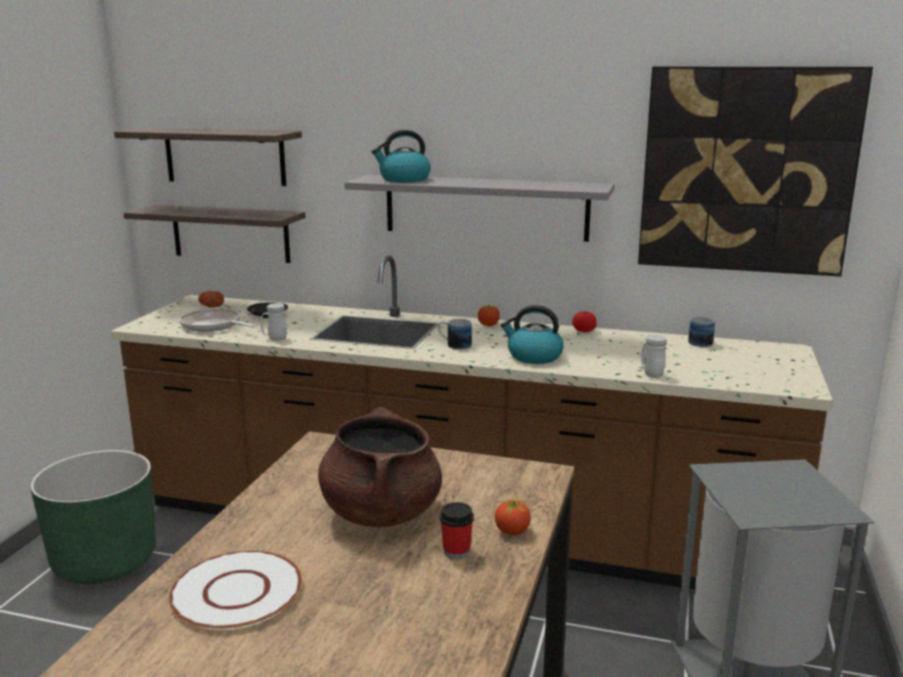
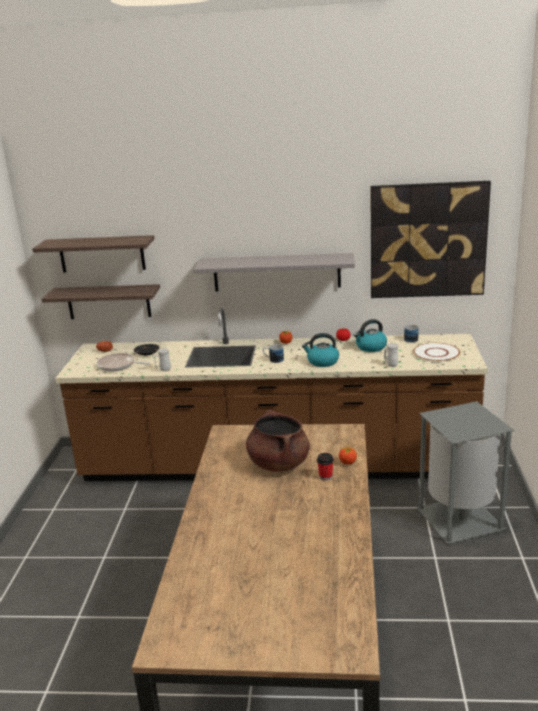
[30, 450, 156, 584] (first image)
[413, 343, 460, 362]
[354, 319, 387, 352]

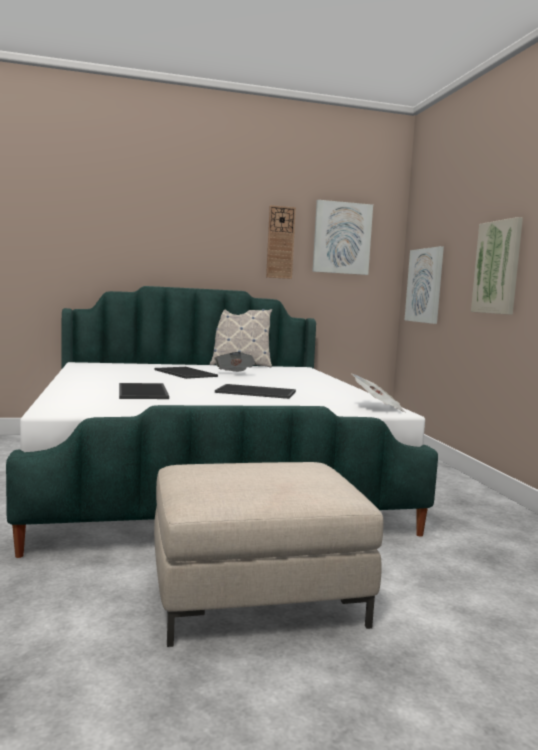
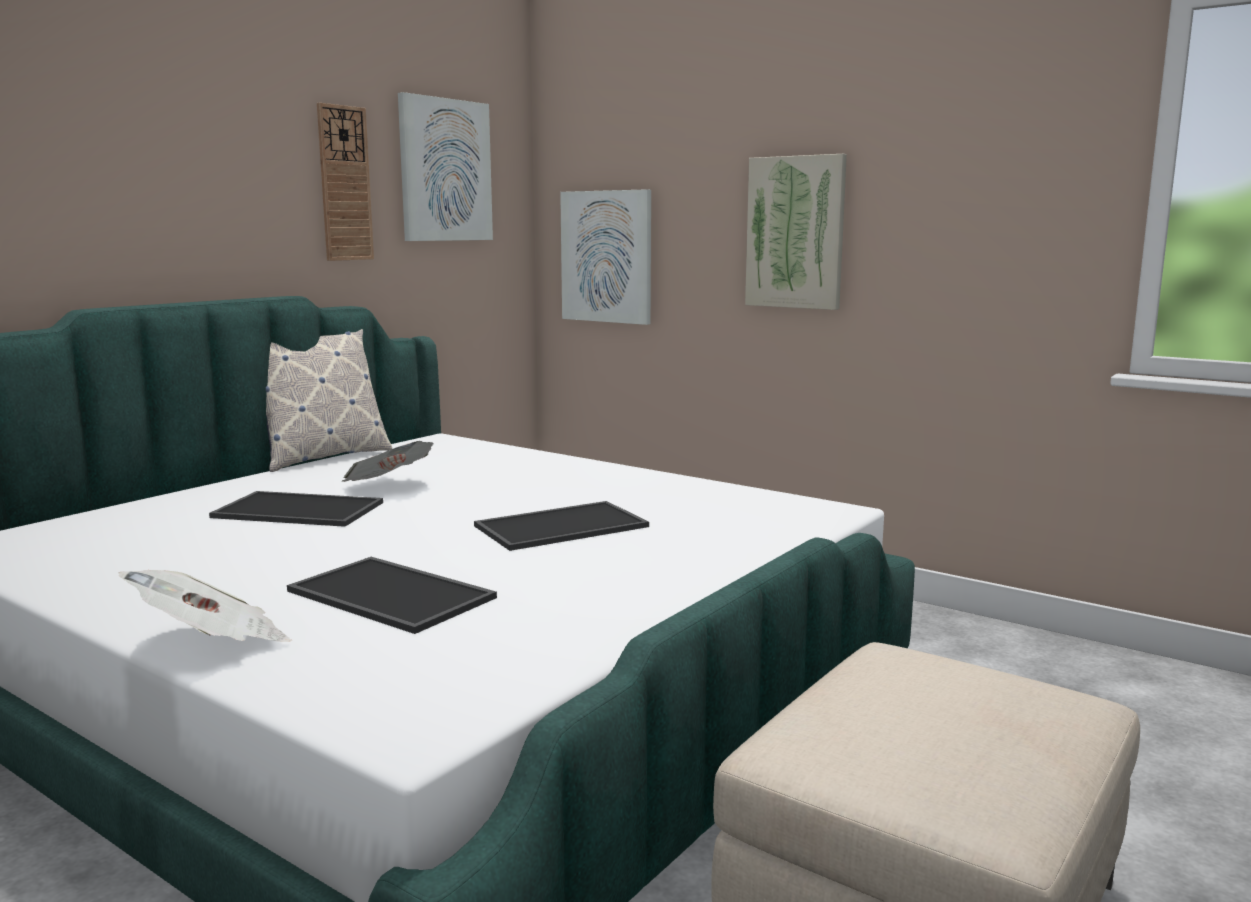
[118, 570, 292, 642]

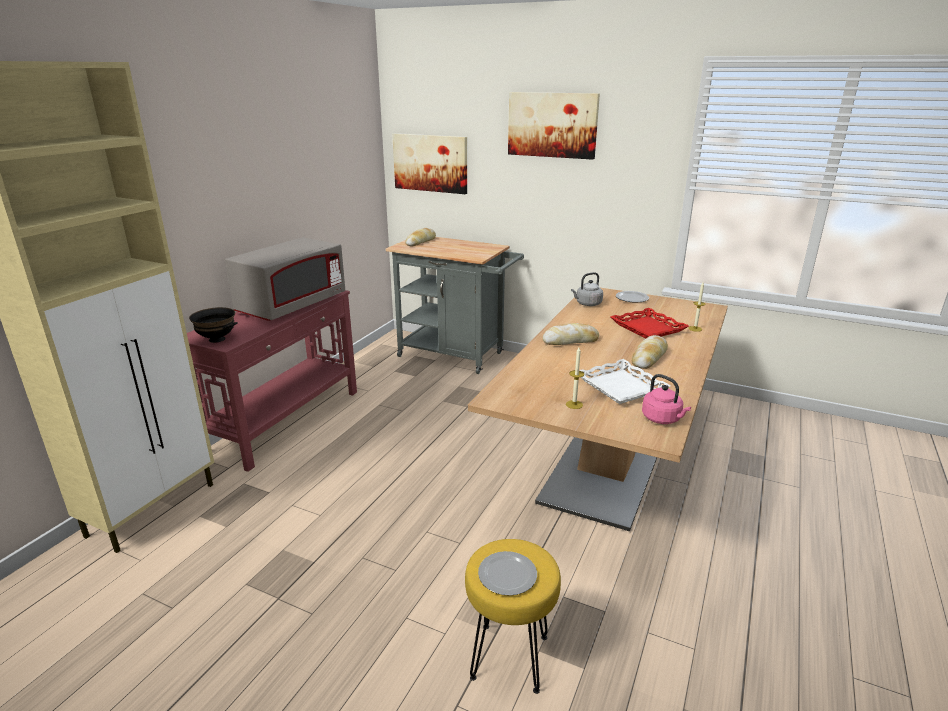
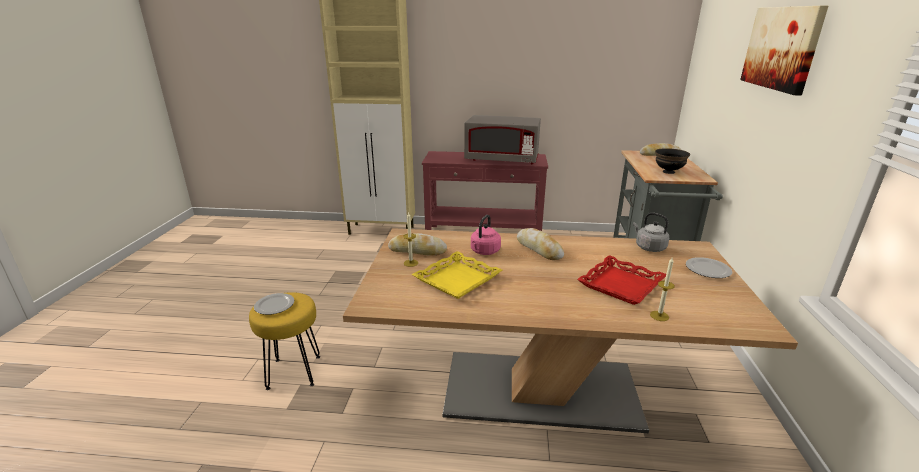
[392, 133, 467, 194] (first image)
[655, 148, 690, 174]
[388, 233, 447, 256]
[471, 215, 501, 255]
[411, 251, 502, 299]

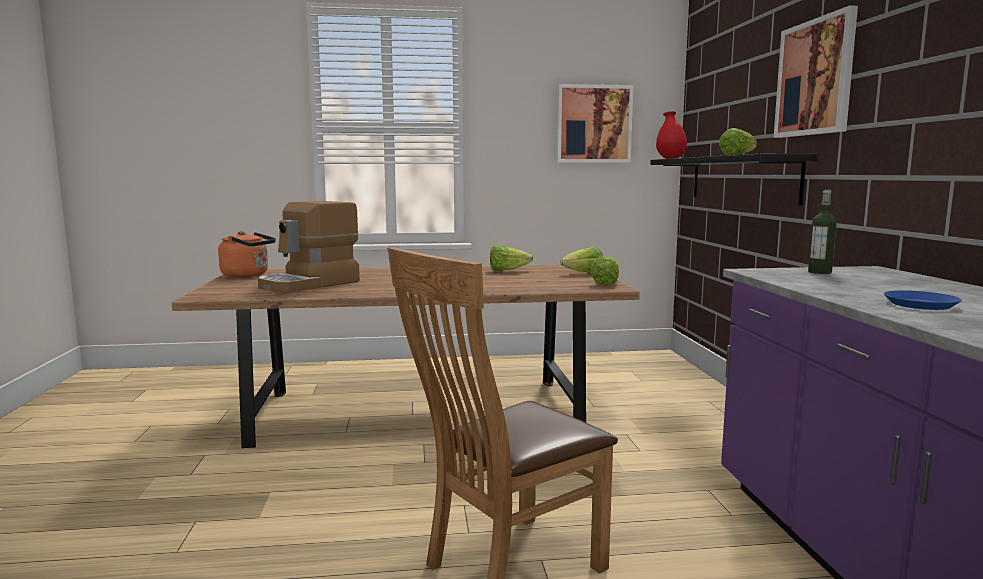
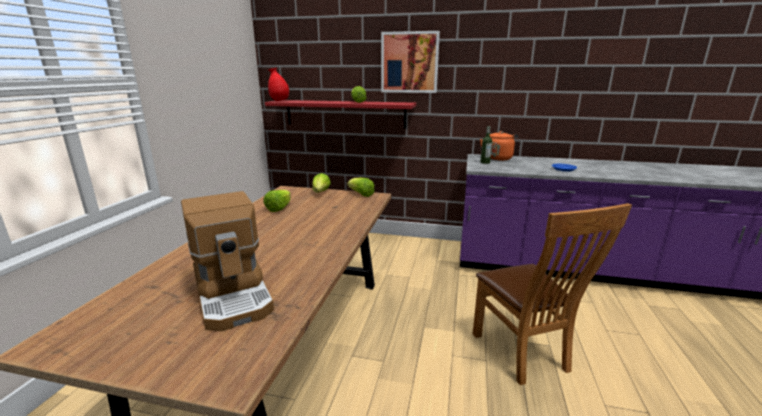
[557, 84, 634, 163] (first image)
[480, 131, 519, 161]
[265, 100, 416, 129]

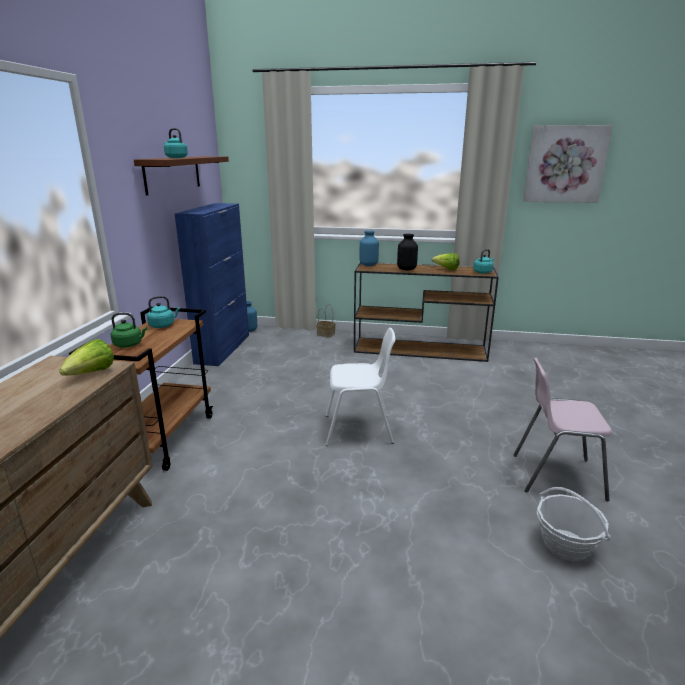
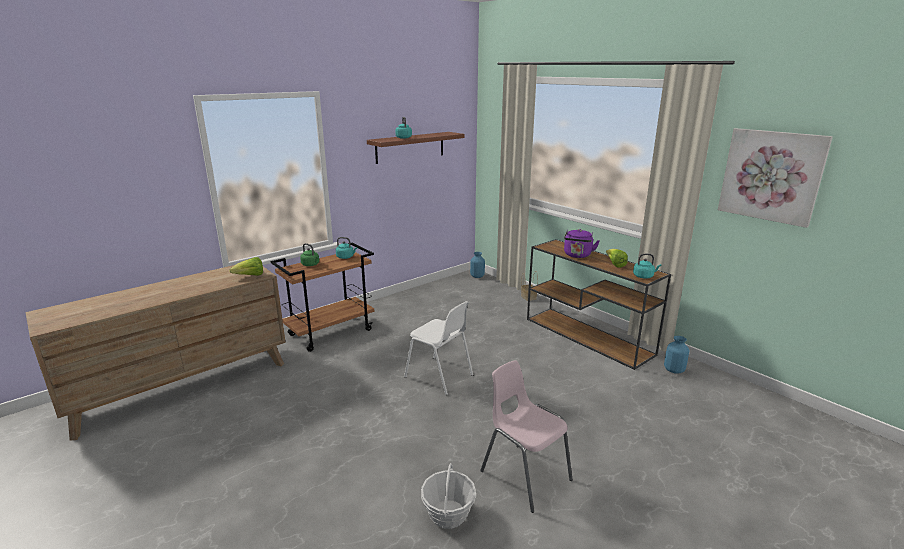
[175, 203, 249, 366] (first image)
[664, 336, 689, 374]
[564, 229, 600, 258]

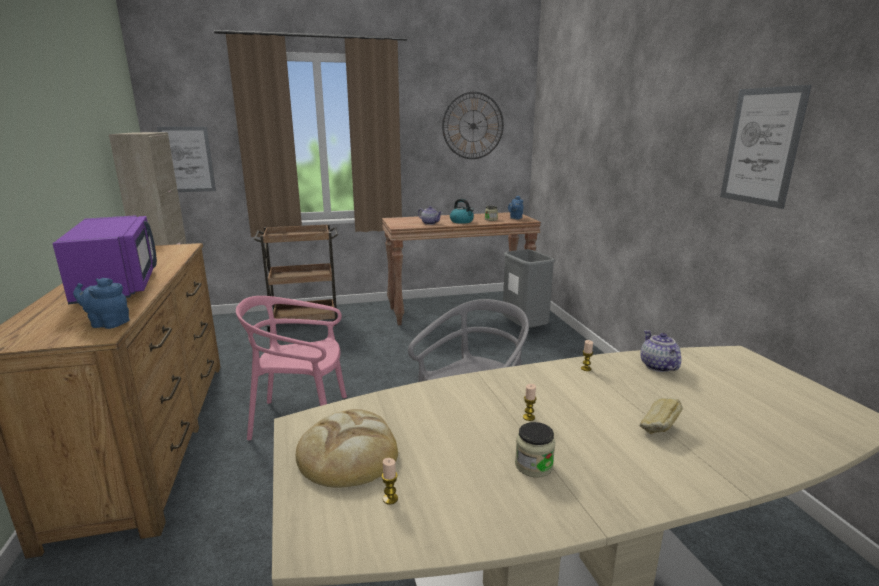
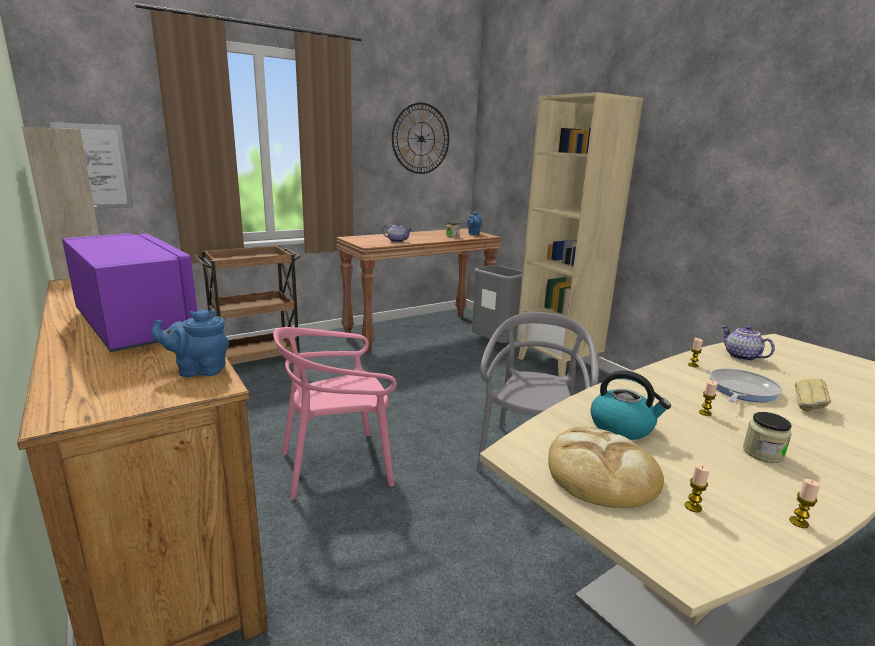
[720, 85, 812, 209] (first image)
[516, 92, 643, 377]
[710, 368, 782, 403]
[789, 479, 820, 528]
[590, 370, 671, 440]

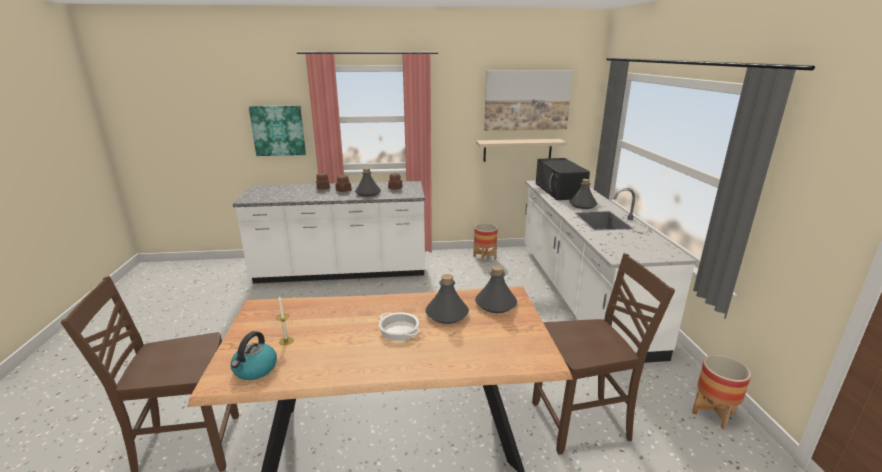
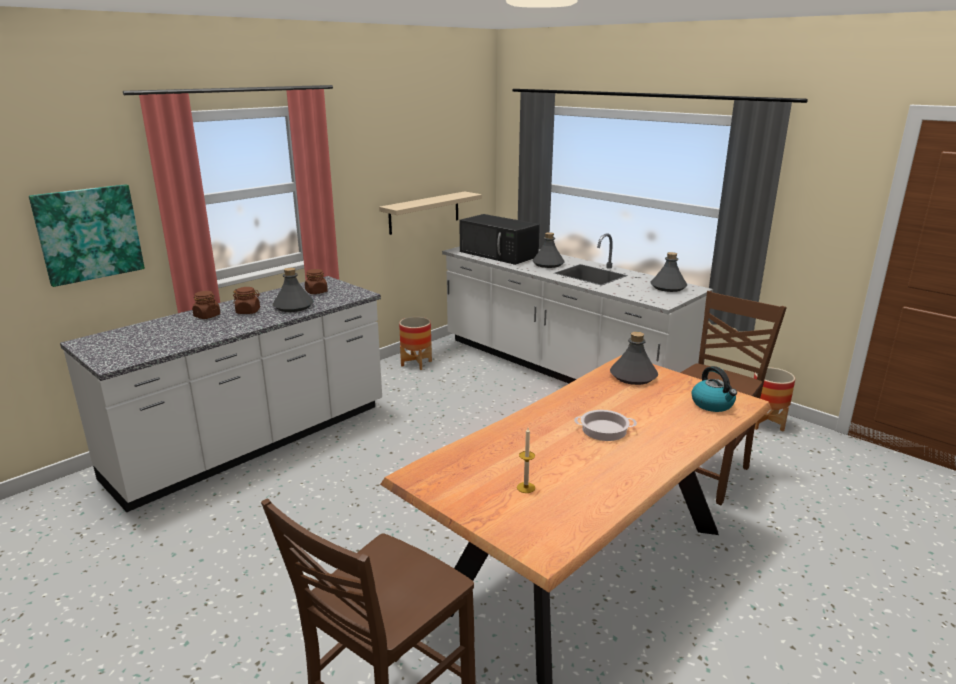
[484, 70, 573, 131] (first image)
[692, 366, 737, 412]
[651, 252, 687, 292]

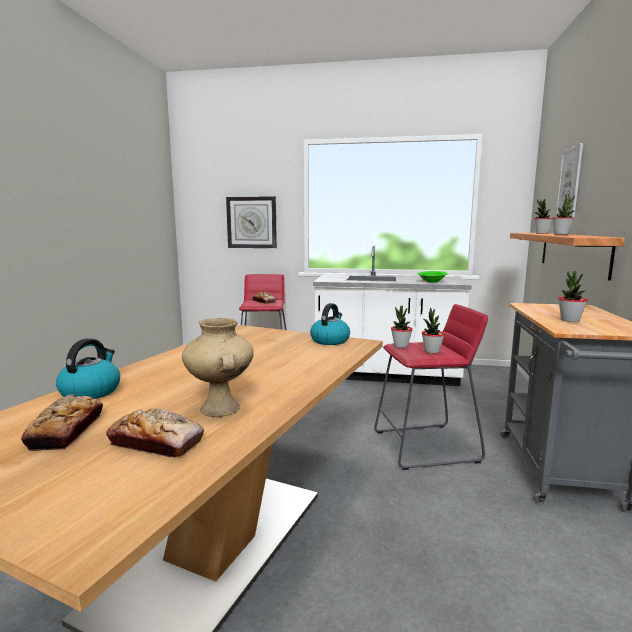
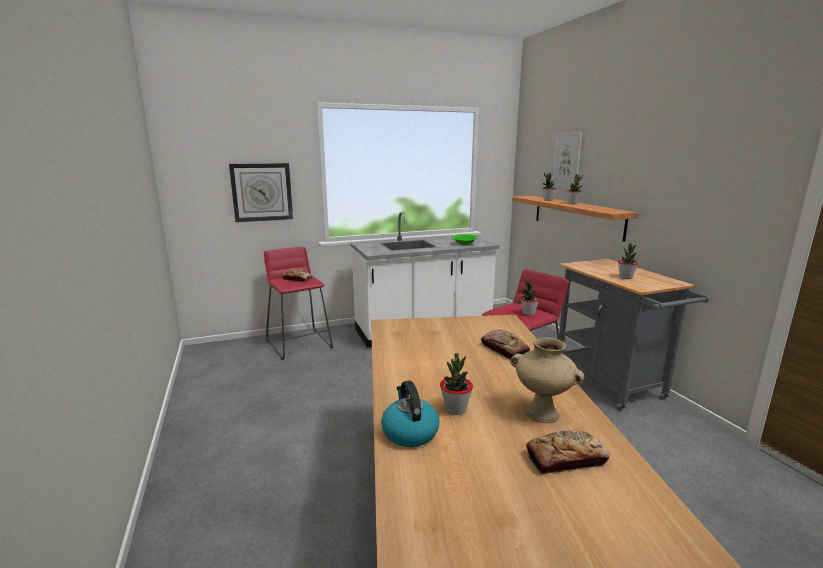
[310, 303, 350, 345] (first image)
[481, 330, 530, 360]
[440, 353, 473, 415]

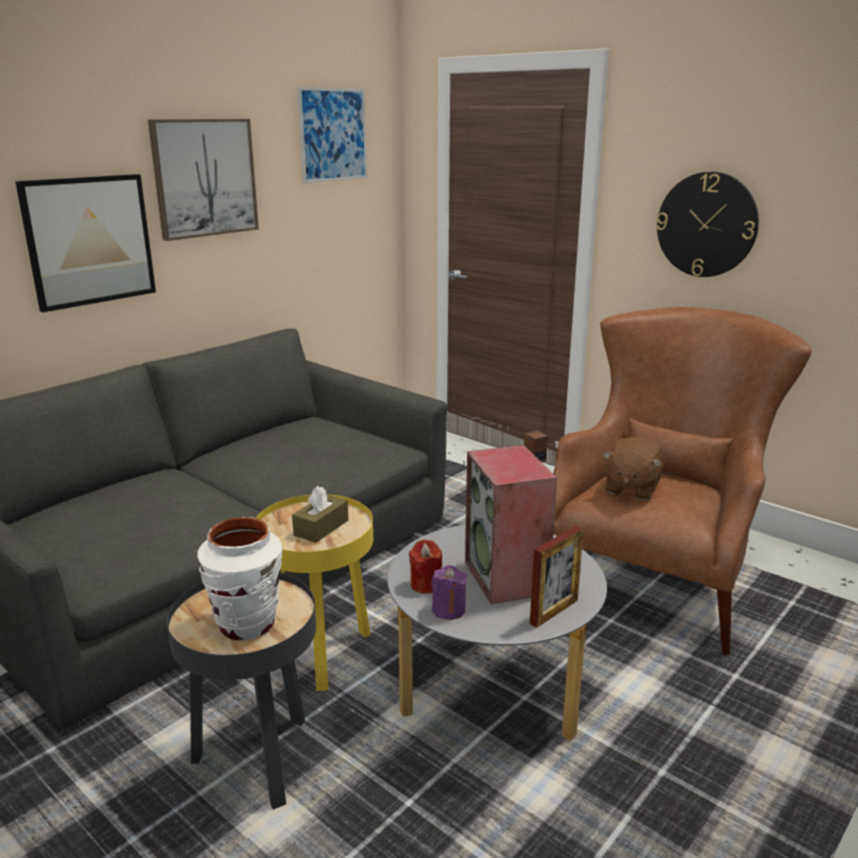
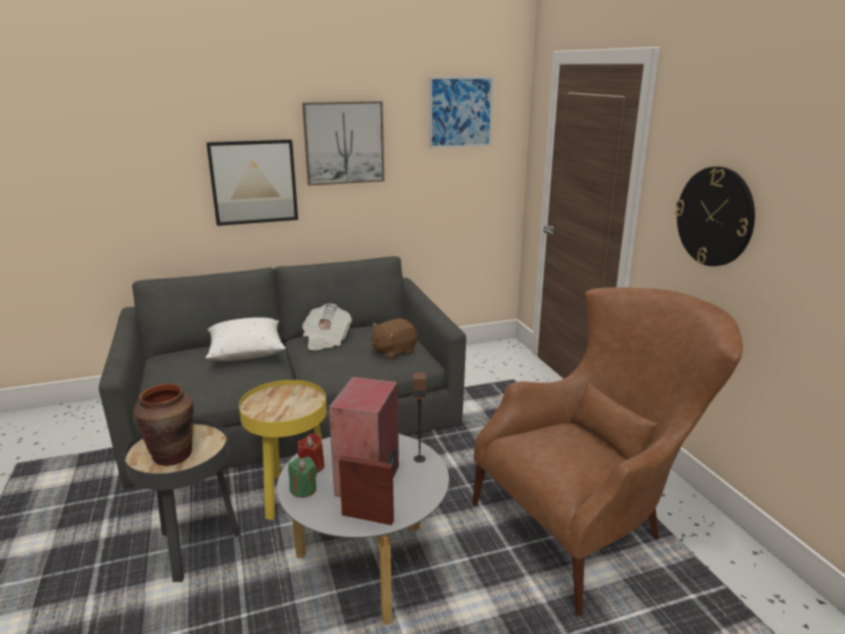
[292, 486, 348, 543] (first image)
[206, 317, 286, 361]
[302, 304, 352, 350]
[371, 318, 418, 359]
[133, 384, 193, 466]
[288, 457, 317, 498]
[338, 455, 394, 525]

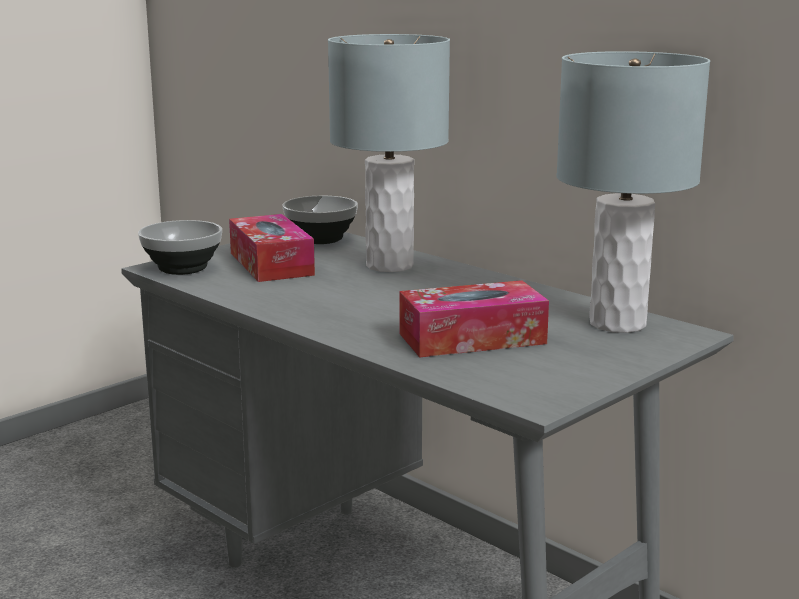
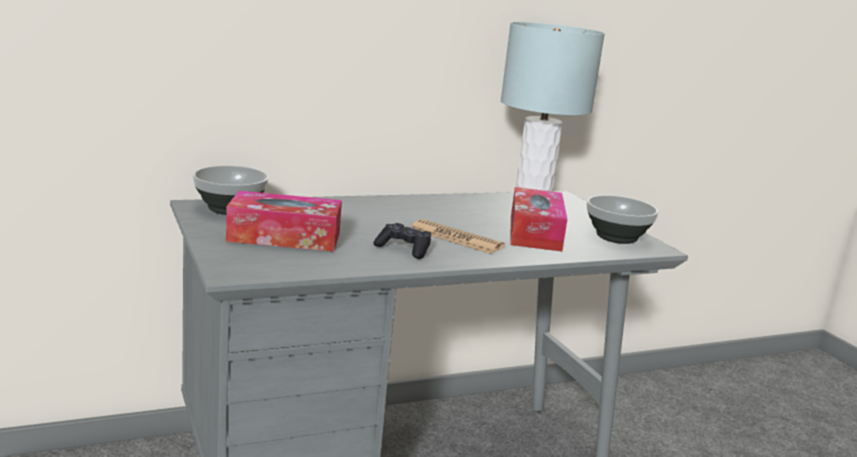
[328, 34, 450, 272] (first image)
[373, 223, 432, 259]
[412, 219, 505, 254]
[587, 195, 658, 244]

